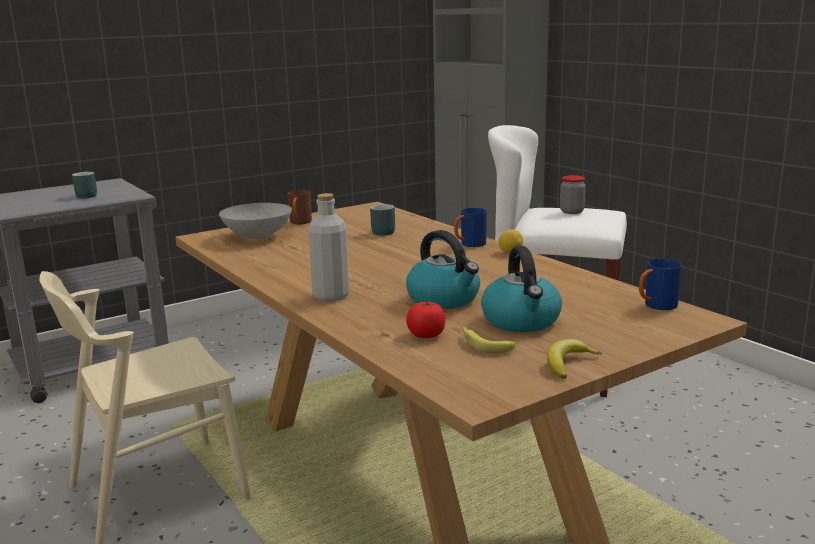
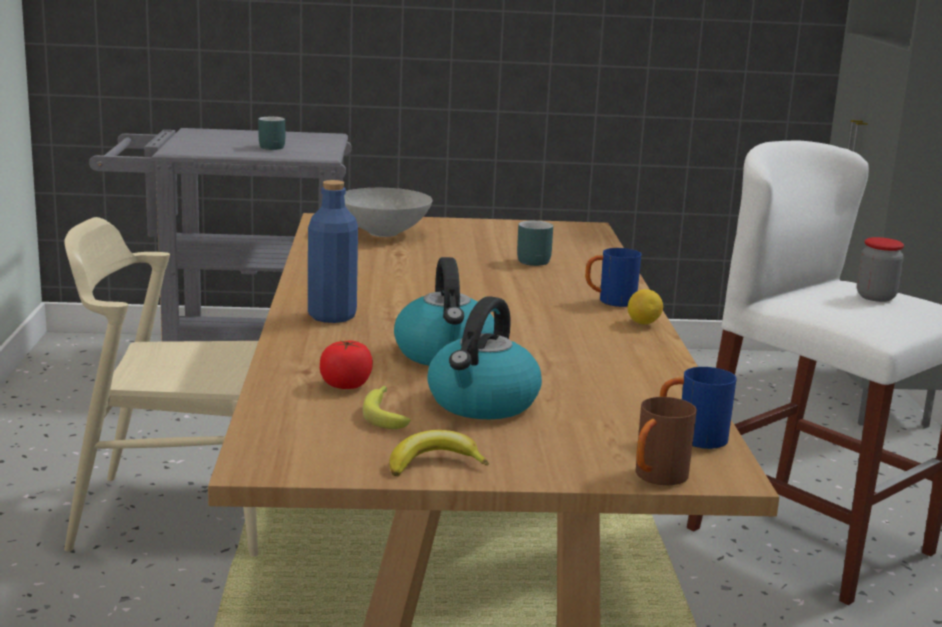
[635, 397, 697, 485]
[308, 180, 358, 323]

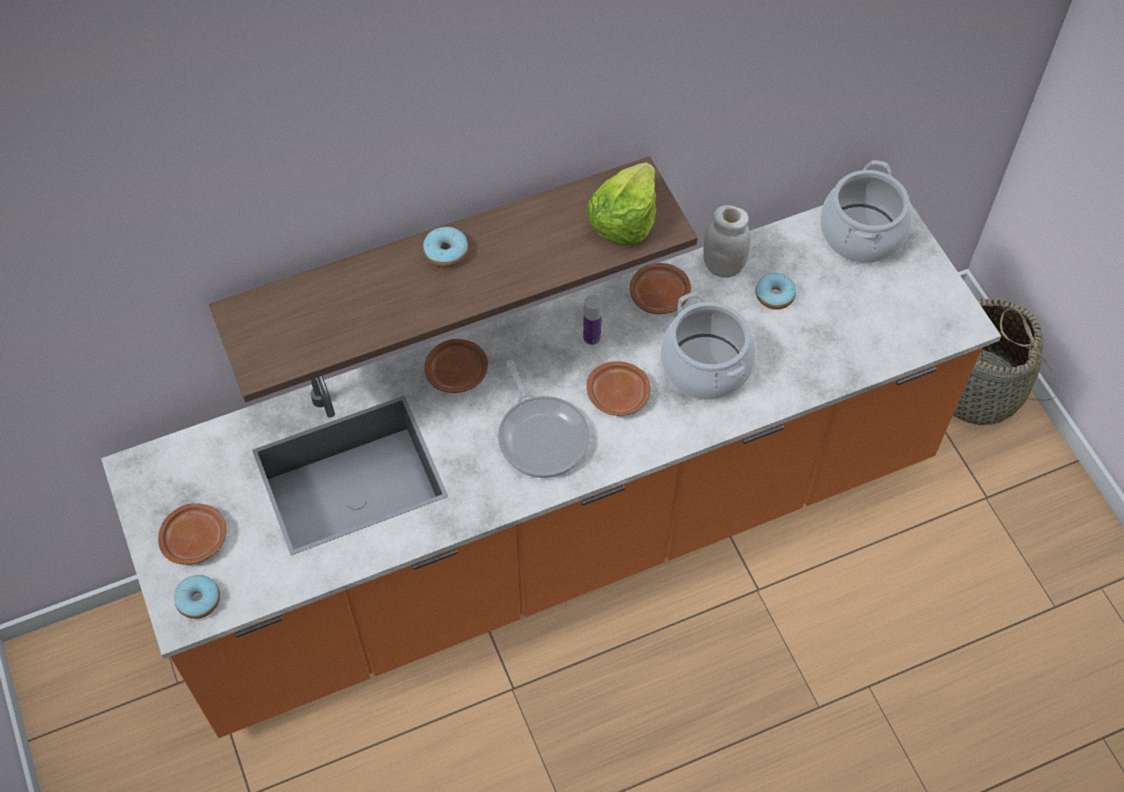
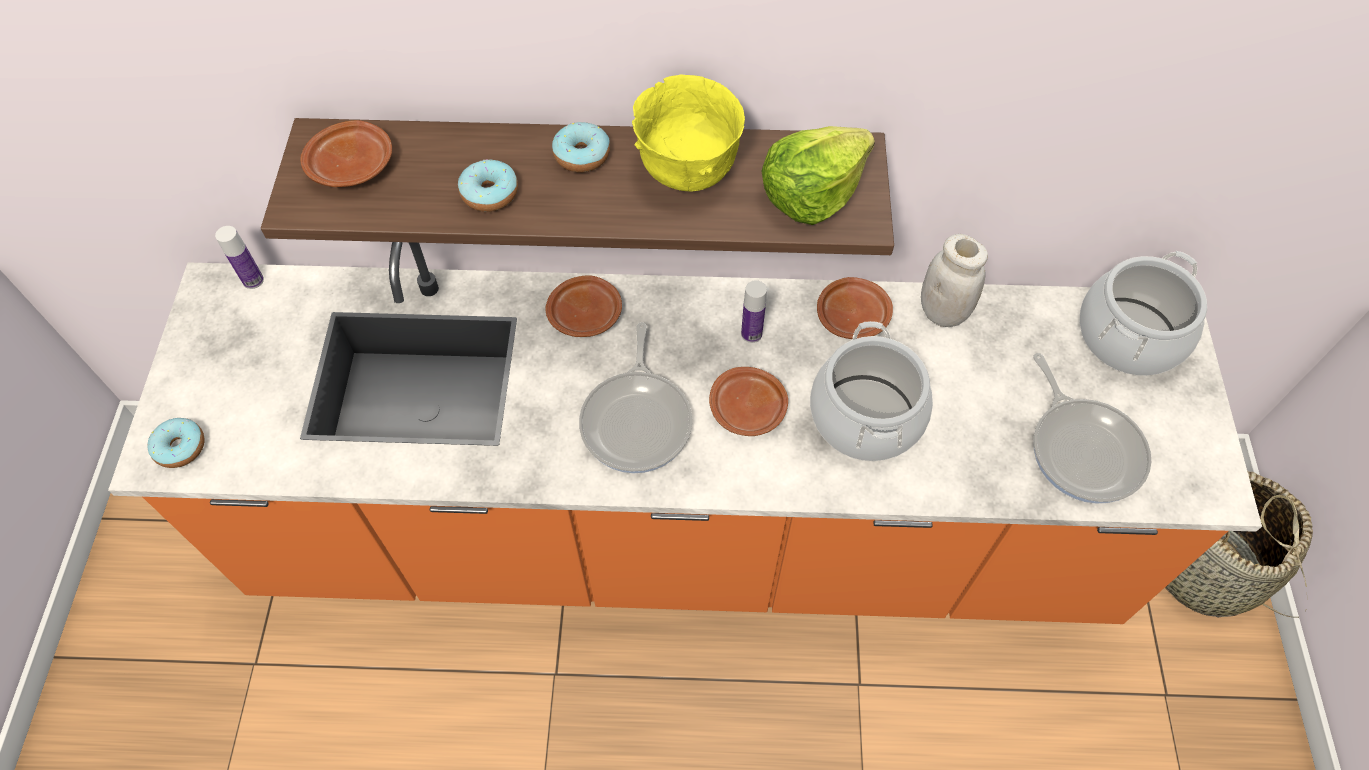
[215, 226, 264, 289]
[632, 74, 745, 191]
[1033, 353, 1152, 504]
[300, 120, 392, 187]
[458, 160, 518, 212]

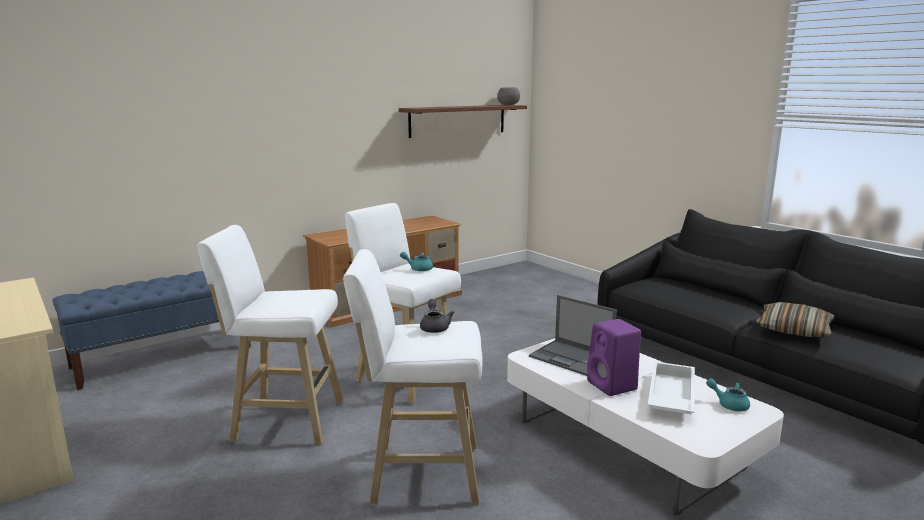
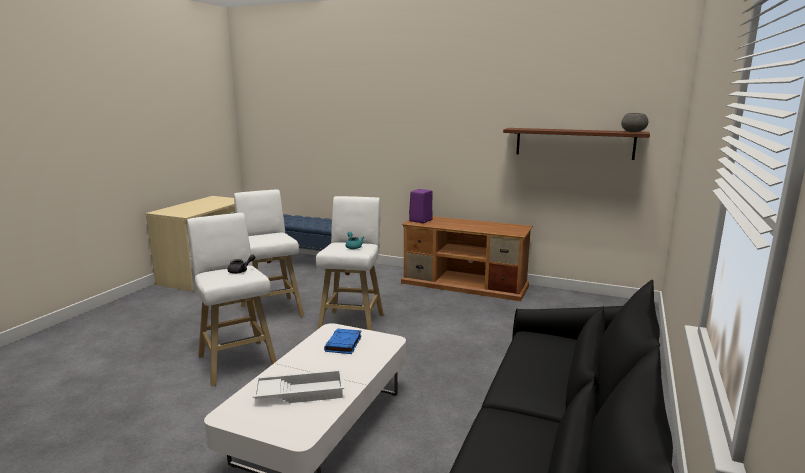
[706, 378, 750, 411] (first image)
[756, 302, 835, 337] (first image)
[409, 189, 433, 223]
[324, 329, 362, 354]

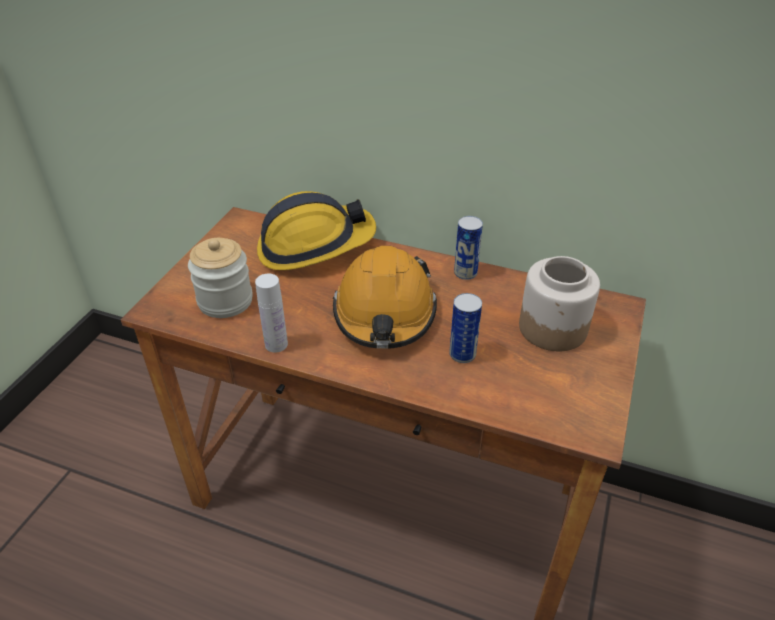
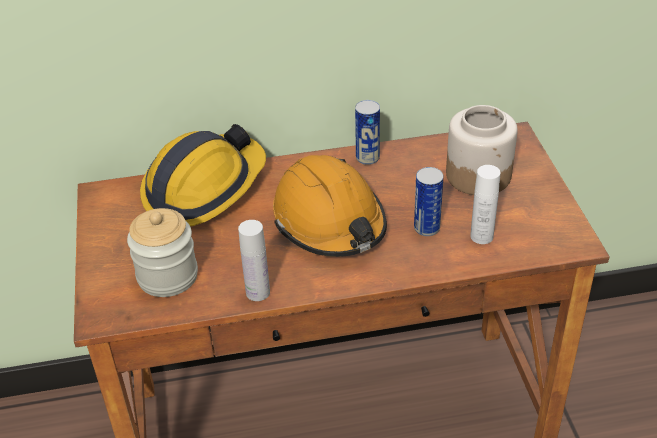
[470, 165, 501, 244]

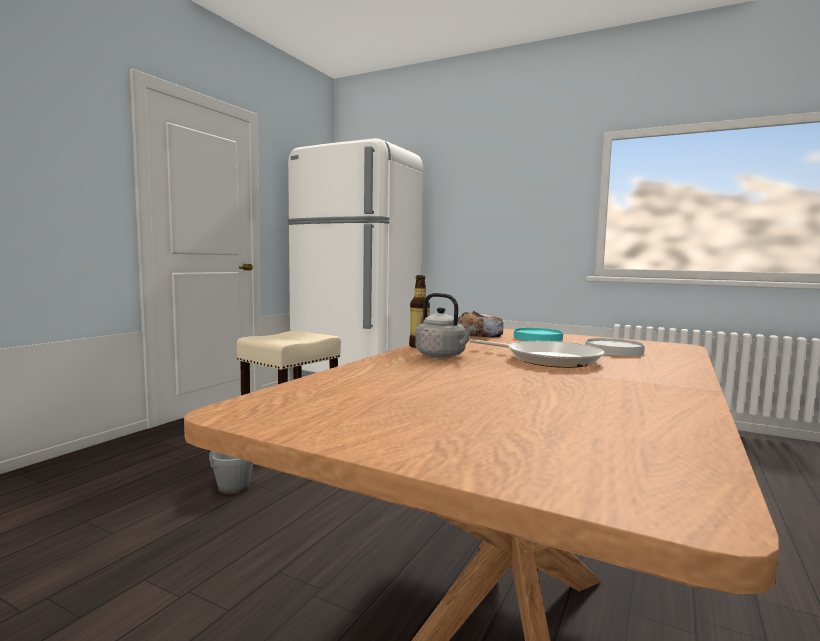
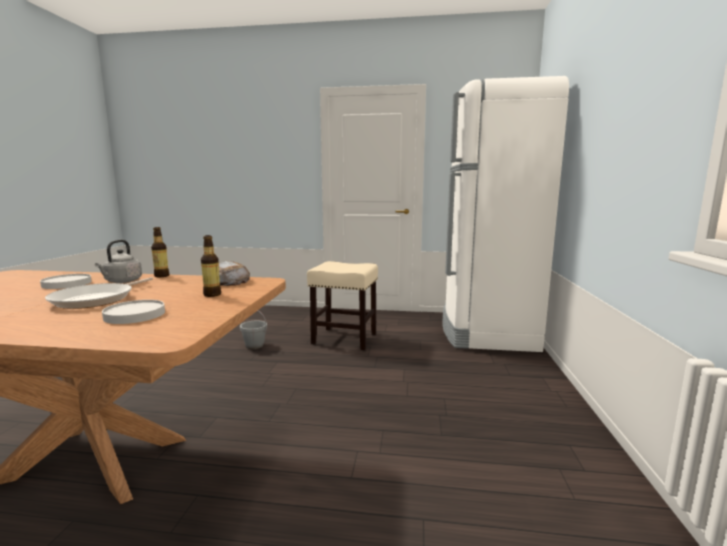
[40, 274, 92, 289]
[201, 235, 221, 297]

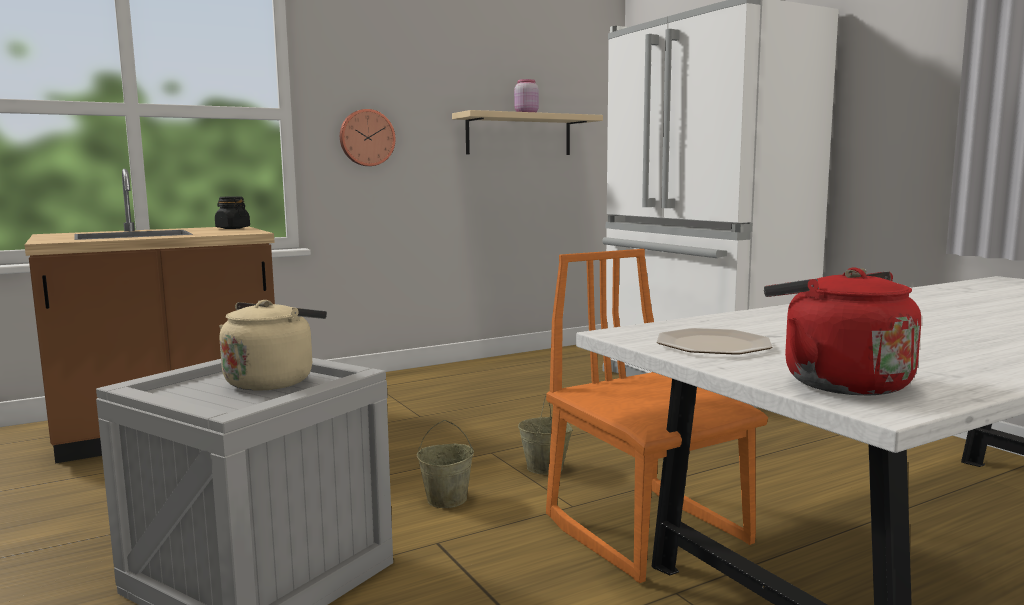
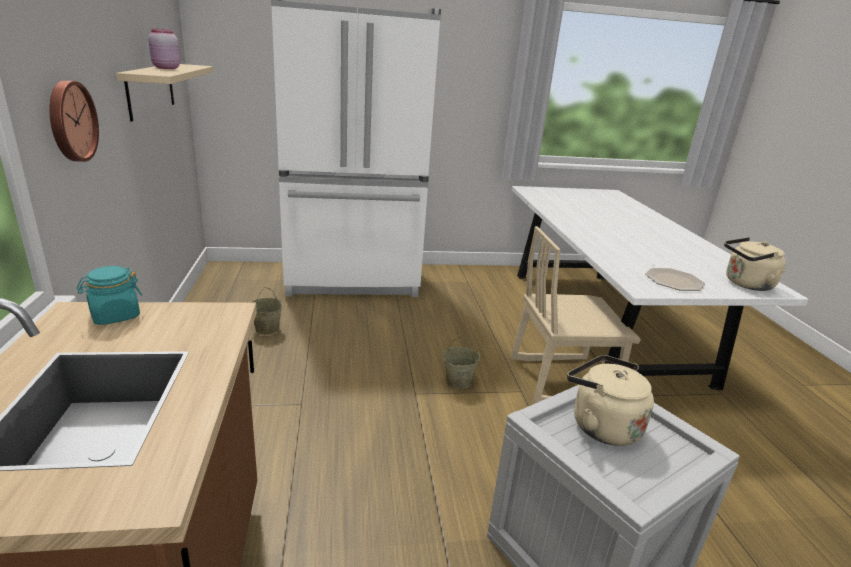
[251, 287, 282, 335]
[76, 266, 142, 325]
[511, 226, 641, 403]
[724, 237, 786, 291]

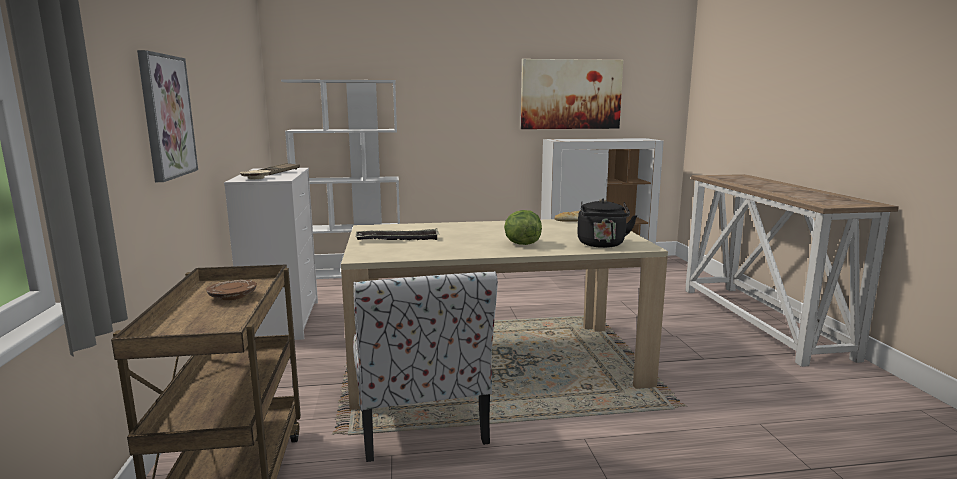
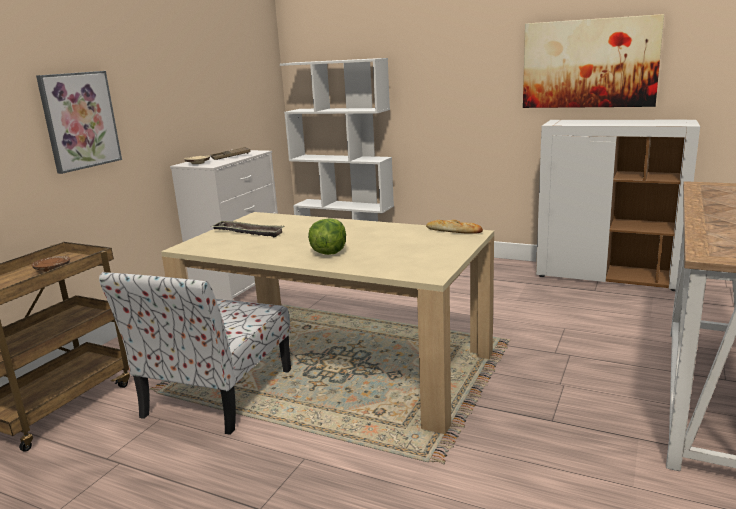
[577, 199, 637, 248] (first image)

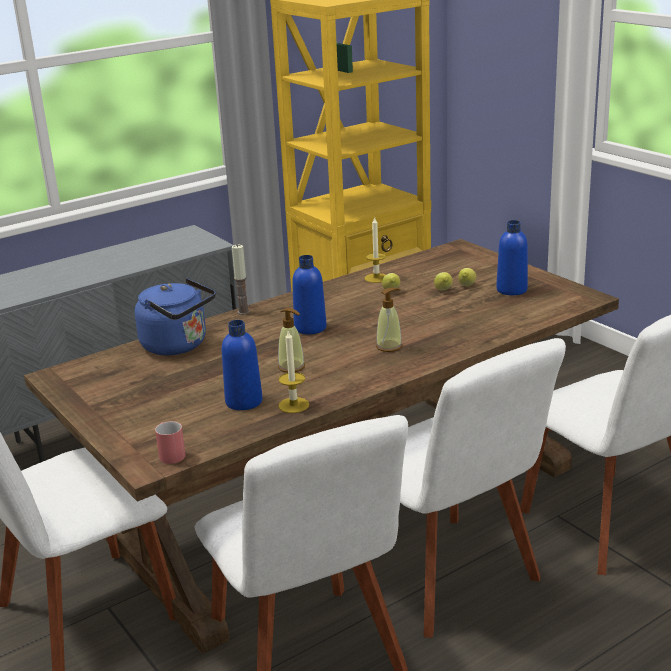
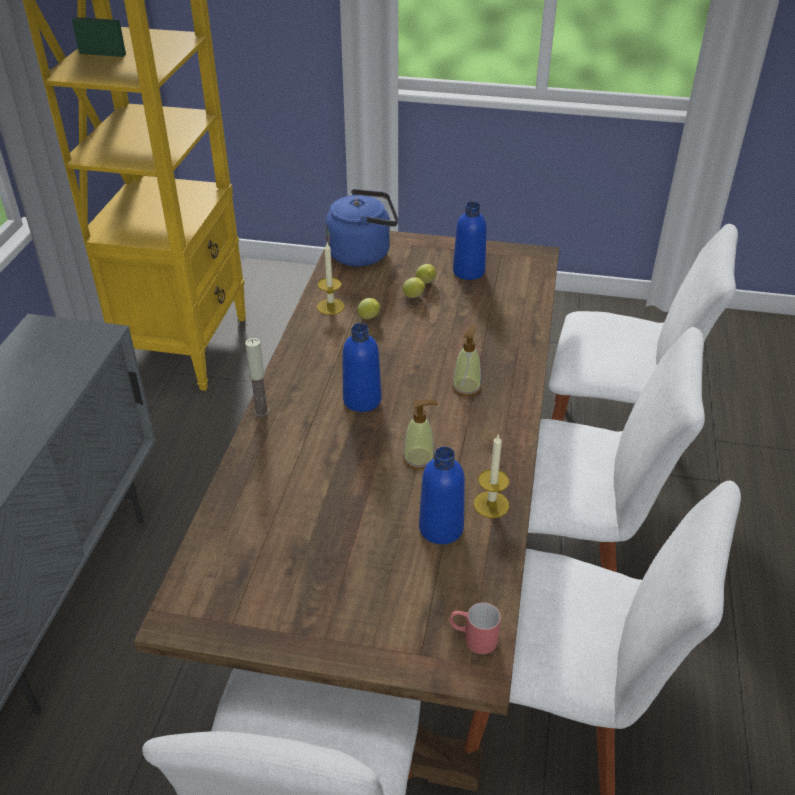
[325, 189, 398, 267]

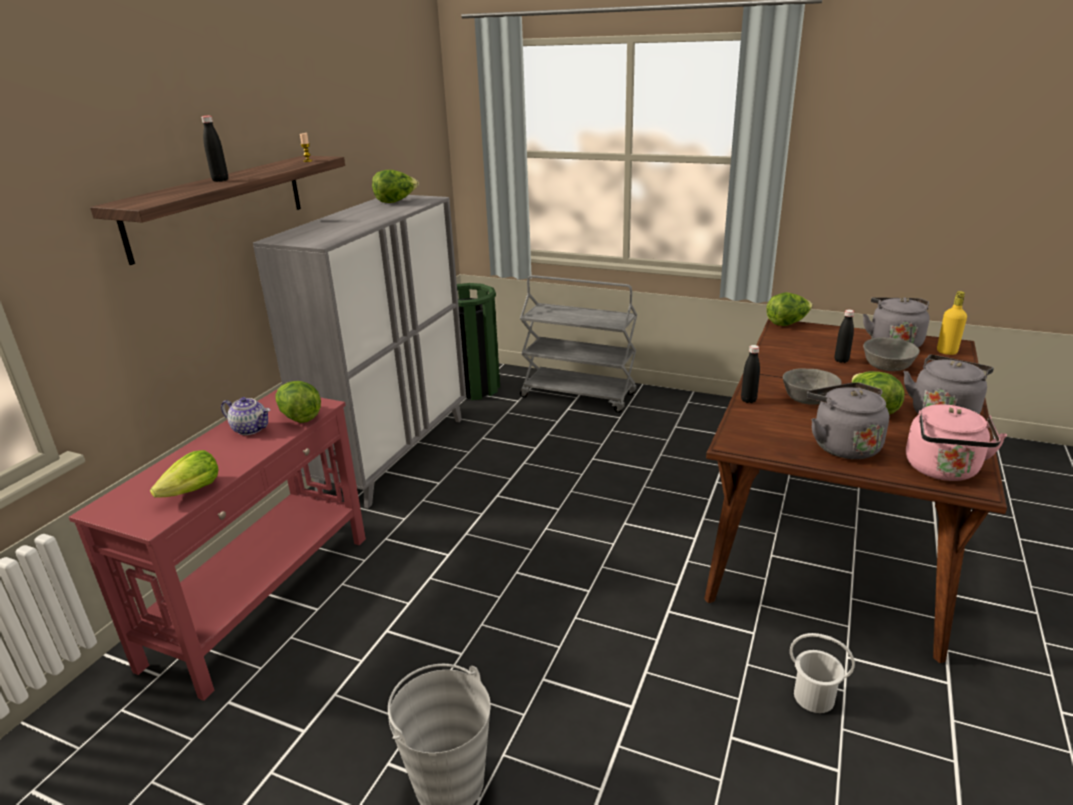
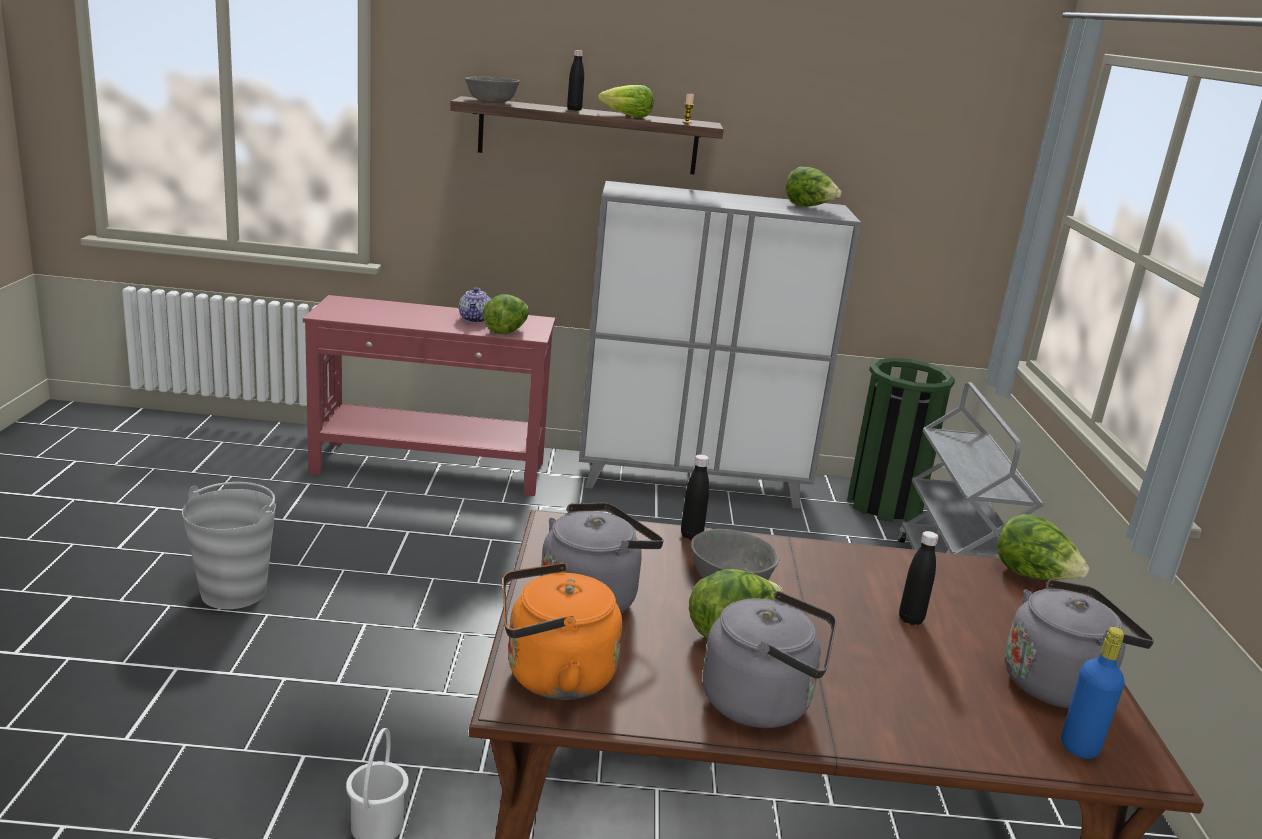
[598, 85, 654, 118]
[465, 77, 519, 103]
[503, 563, 622, 700]
[1061, 627, 1125, 759]

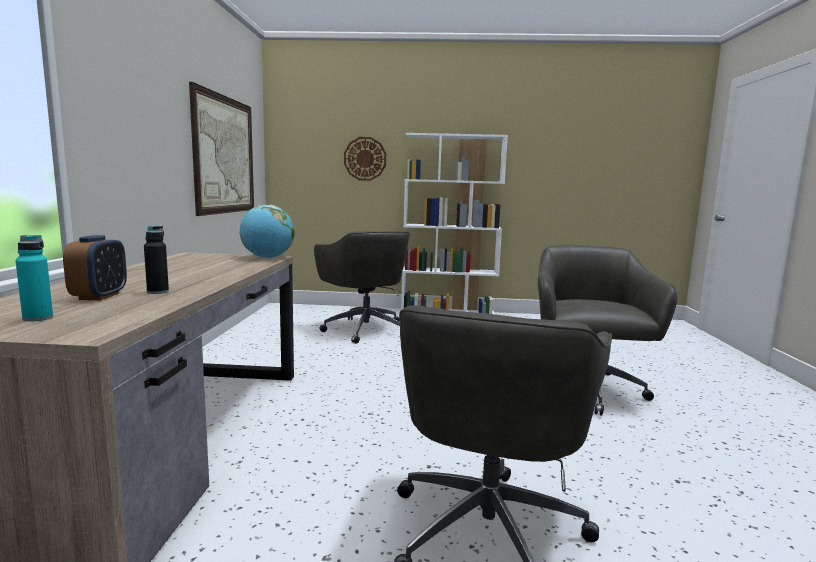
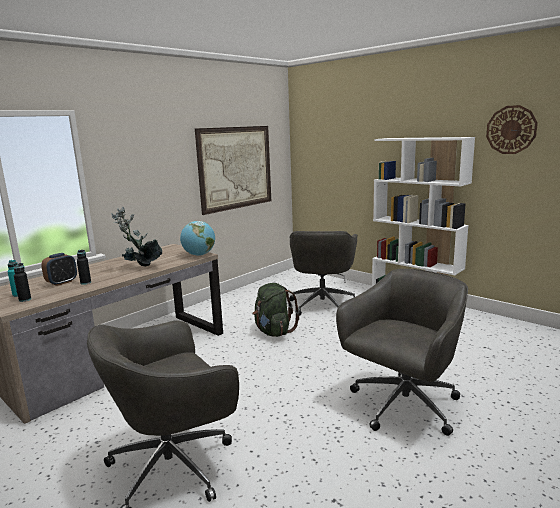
[14, 263, 31, 302]
[111, 207, 162, 267]
[253, 283, 300, 337]
[486, 105, 538, 154]

